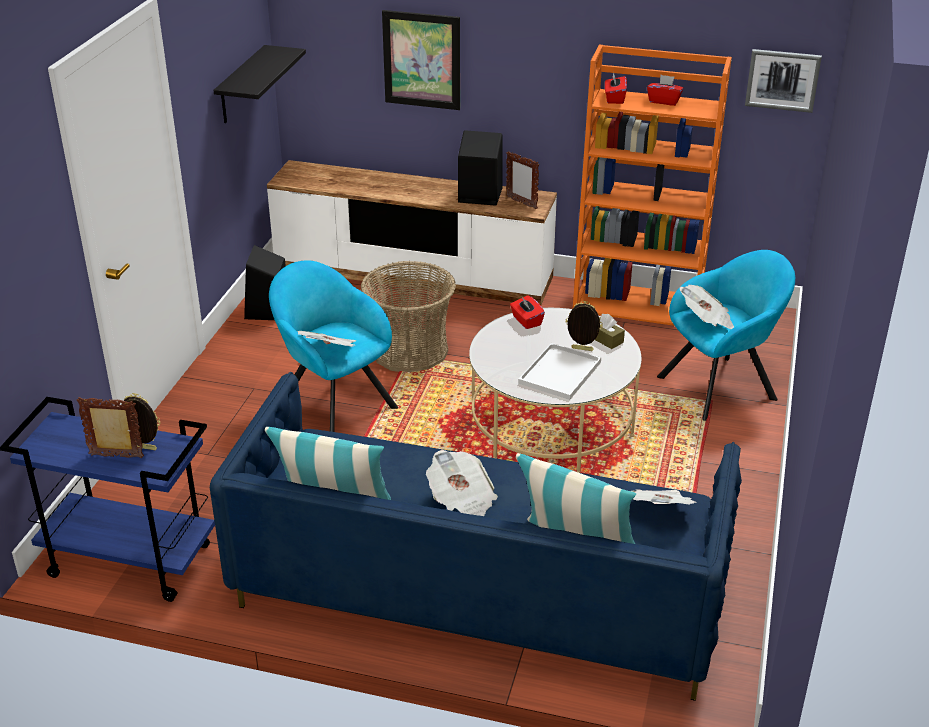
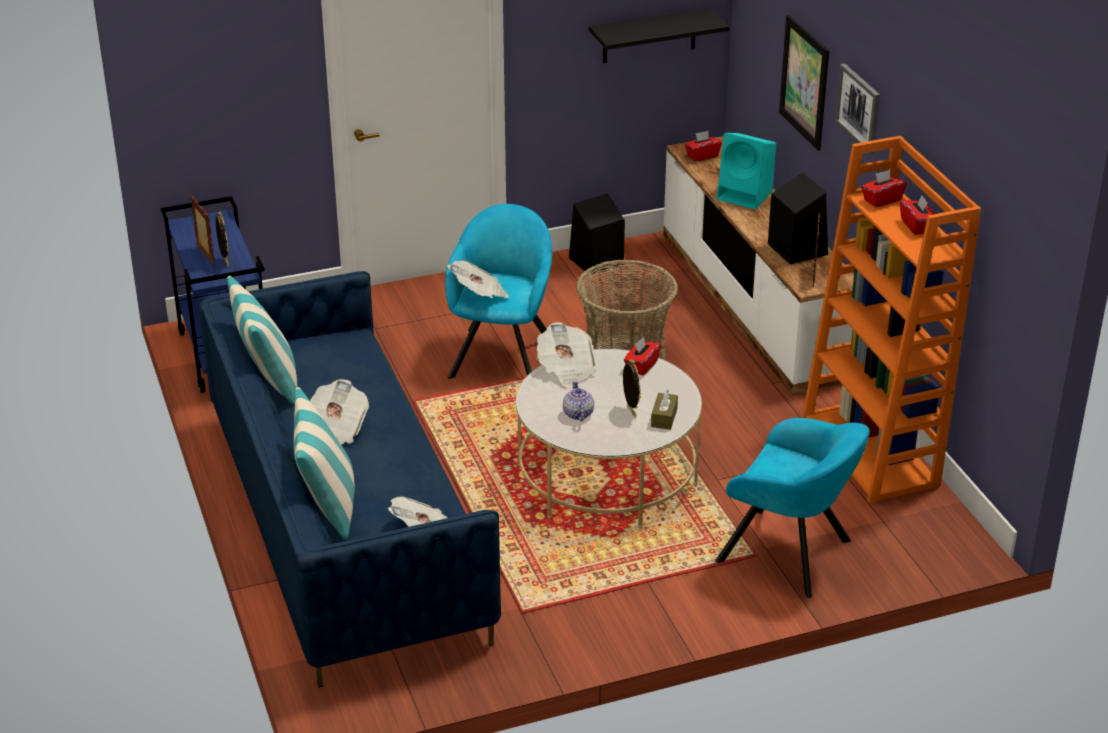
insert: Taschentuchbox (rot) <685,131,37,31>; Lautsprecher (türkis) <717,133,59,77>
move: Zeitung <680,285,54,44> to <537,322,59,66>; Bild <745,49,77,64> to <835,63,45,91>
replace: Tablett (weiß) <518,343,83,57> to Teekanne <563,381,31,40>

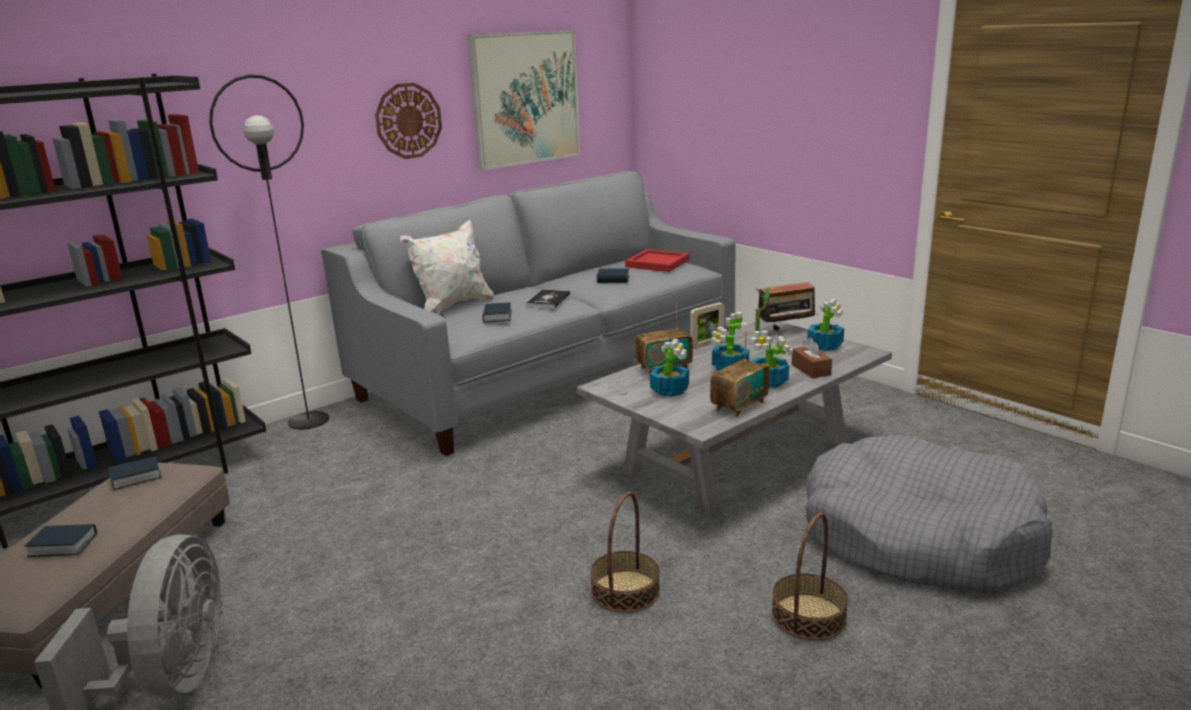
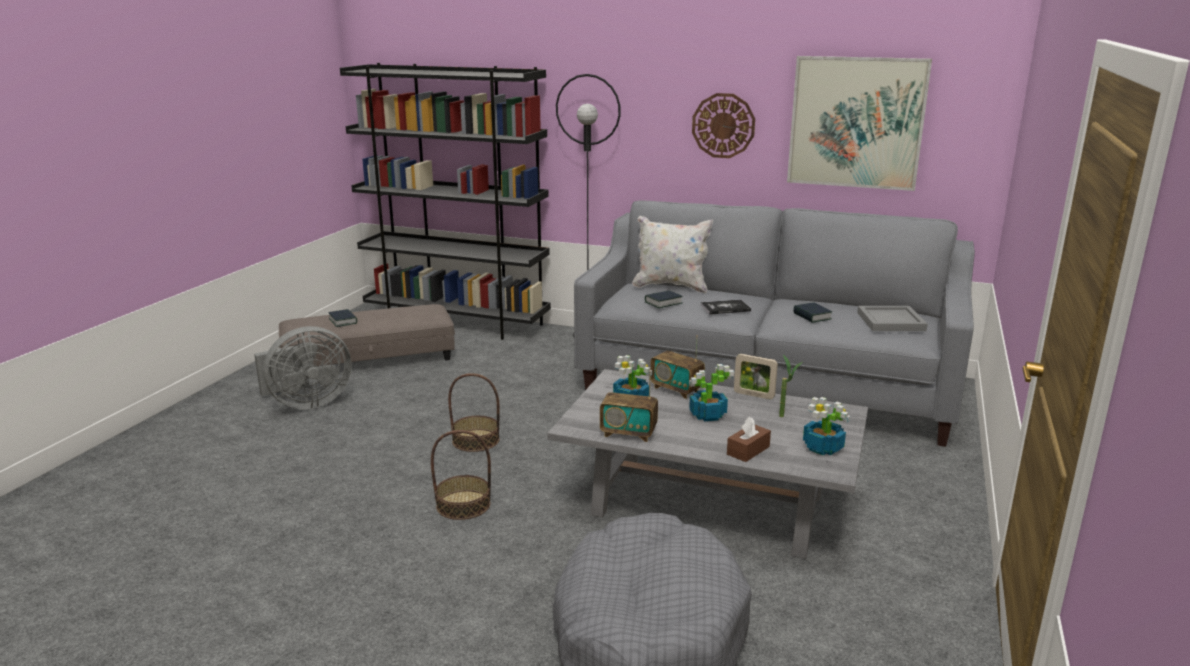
delete: Buch <108,456,54,34>; Topfpflanze <750,331,43,57>; Radio <758,282,60,48>
move: Korb <771,513,77,127> to <448,373,52,79>
recolor: Tablett (rot) <625,249,64,23> to Tablett (grau) <857,306,71,25>

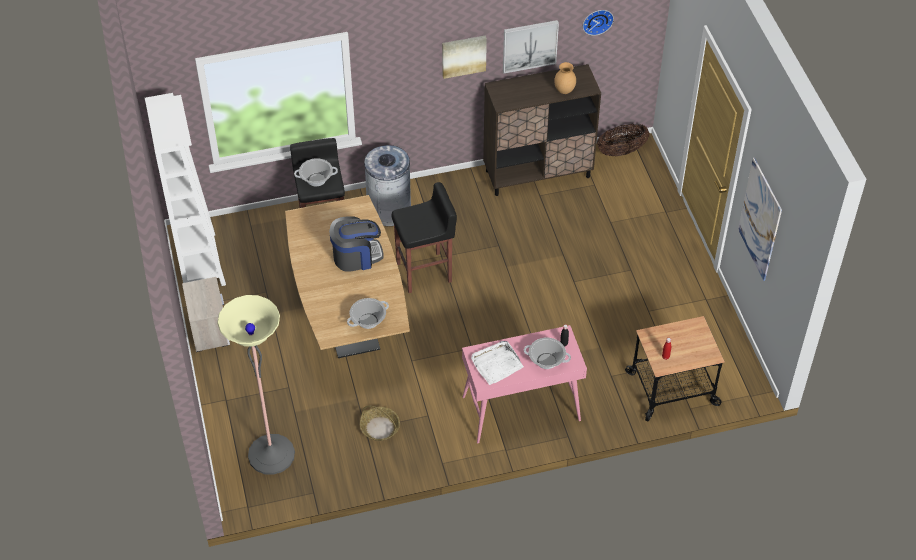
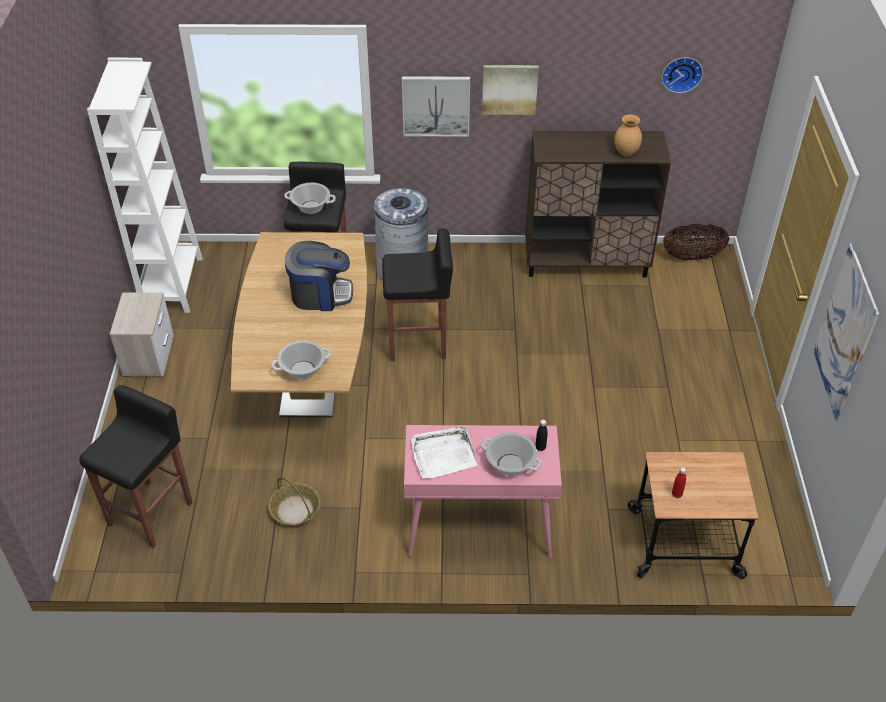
move: Bild <503,20,56,53> to <402,76,68,61>
replace: Stehlampe <217,295,78,180> to Hocker (schwarz) <79,385,114,163>

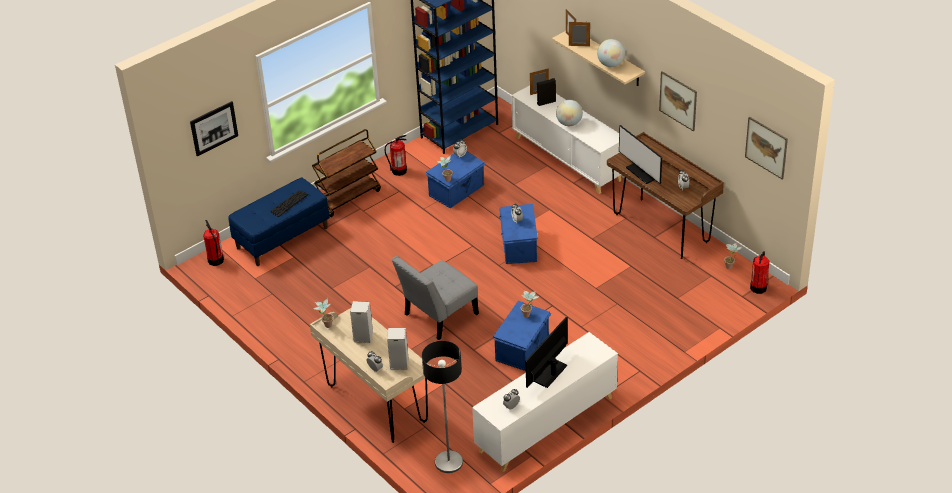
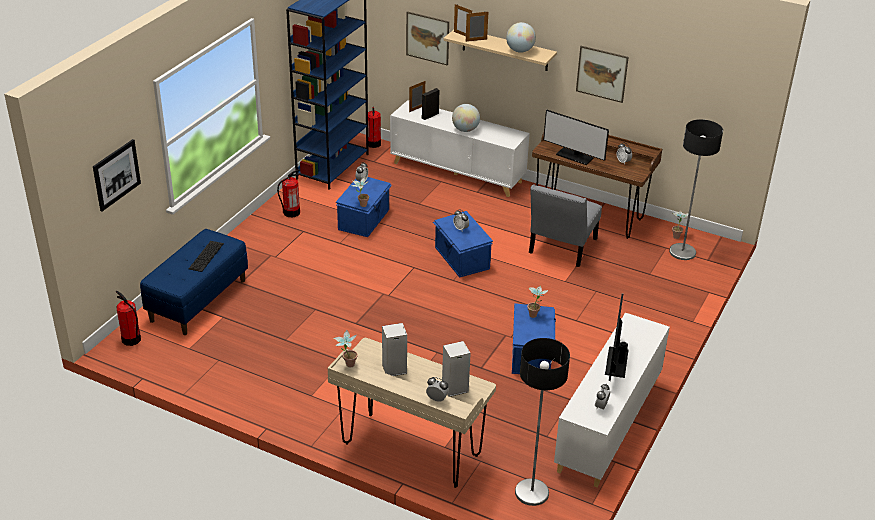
delete: Rollwagen (braun) <312,129,69,88>
insert: Stehlampe <669,119,54,141>
move: Stuhl (grau) <392,256,87,84> to <529,184,73,83>; Bild <745,117,43,63> to <406,11,43,55>; Feuerlöscher <750,251,20,43> to <368,107,13,41>

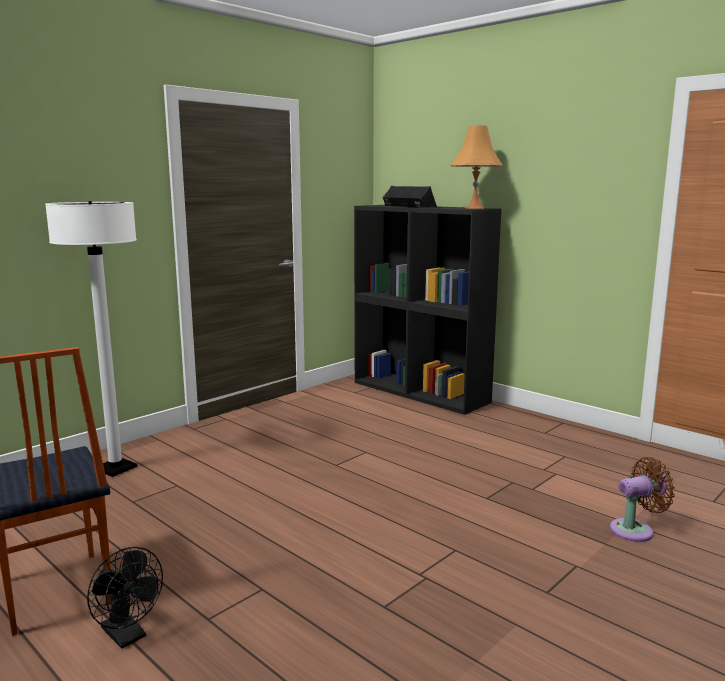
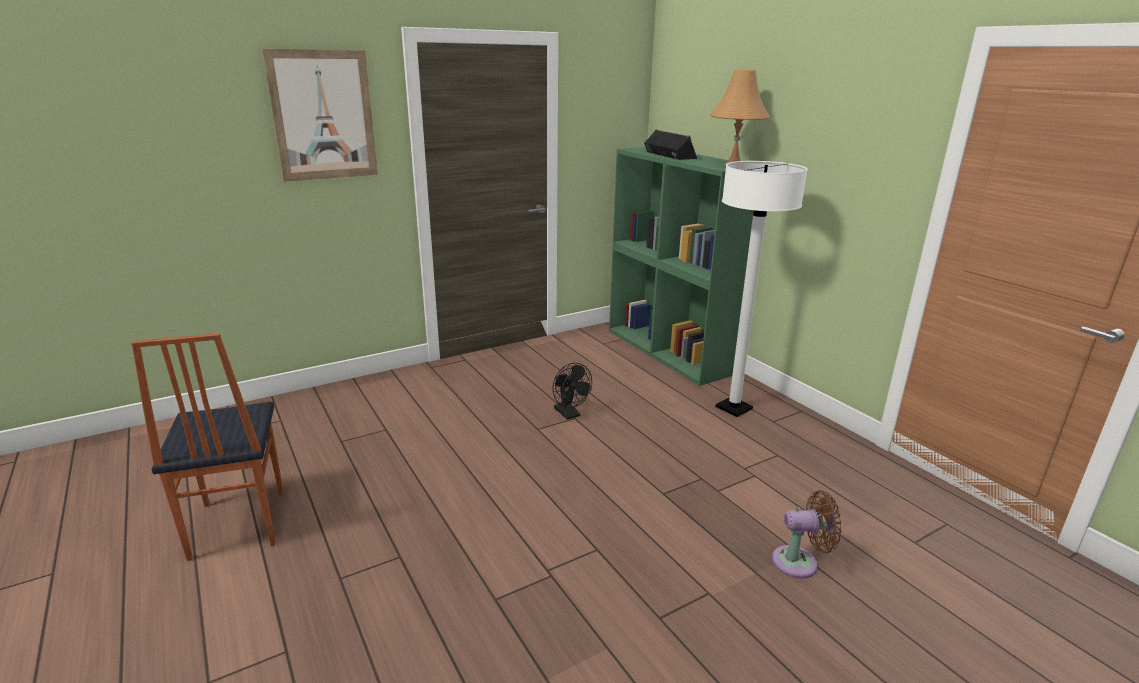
insert: Bild <262,49,116,133>
move: Stehlampe (weiß) <45,201,92,276> to <715,161,93,256>; Ventilator (schwarz) <87,547,76,101> to <553,363,39,57>
recolor: Bücherregal (schwarz) <354,205,147,210> to Bücherregal (grün) <609,147,145,239>

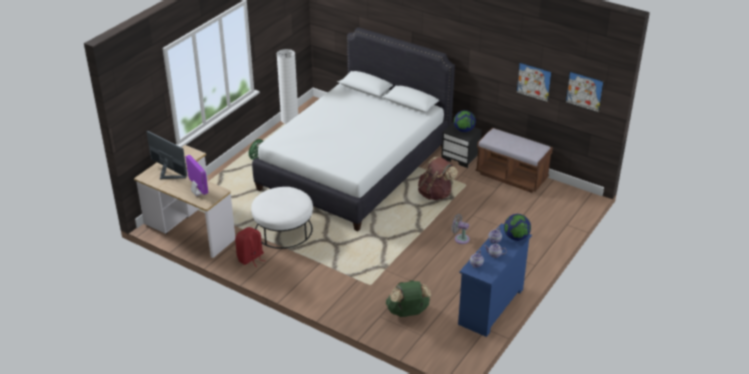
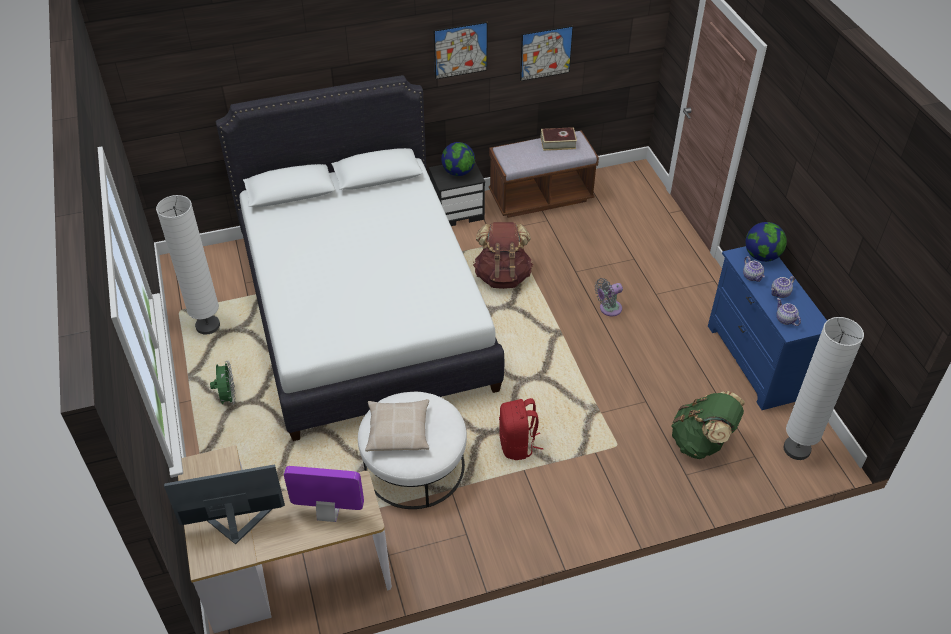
insert: Kissen (beige) <365,399,64,53>; Buch <541,127,36,24>; Stehlampe (weiß) <784,317,80,143>
move: Rucksack (rot) <235,227,29,40> to <499,398,44,62>; Bild <565,71,39,42> to <433,22,55,57>

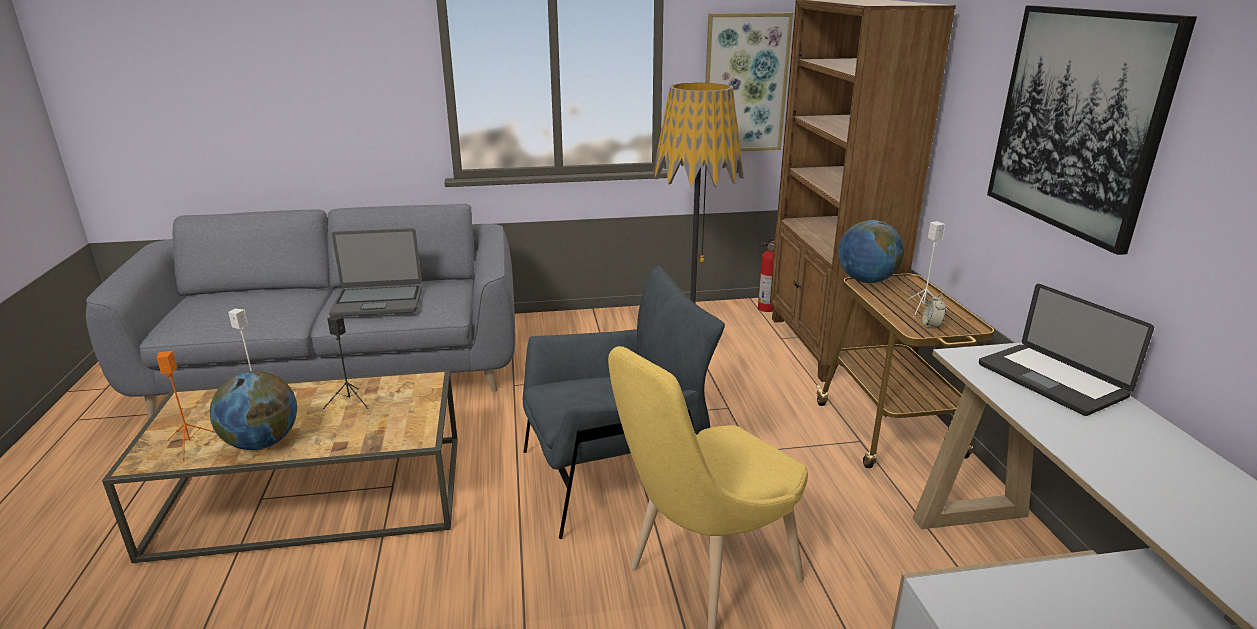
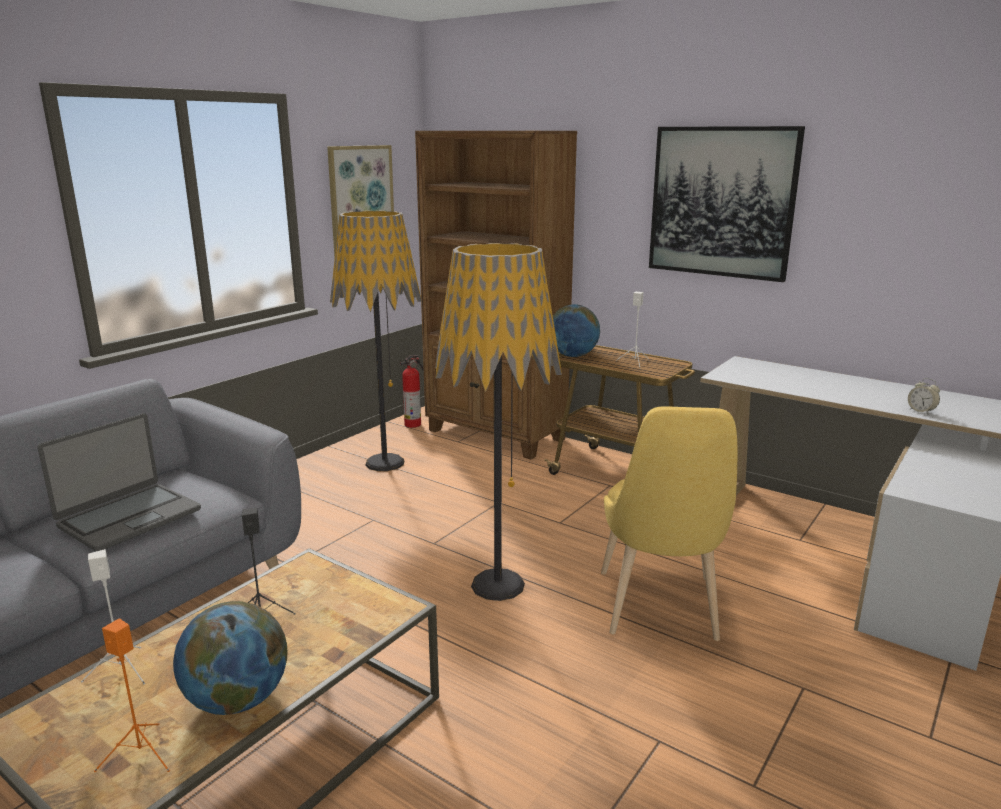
delete: Laptop <979,284,175,132>
move: Wecker <922,293,24,37> to <908,378,32,36>
replace: Sessel (grau) <523,265,202,274> to Stehlampe <435,243,127,358>

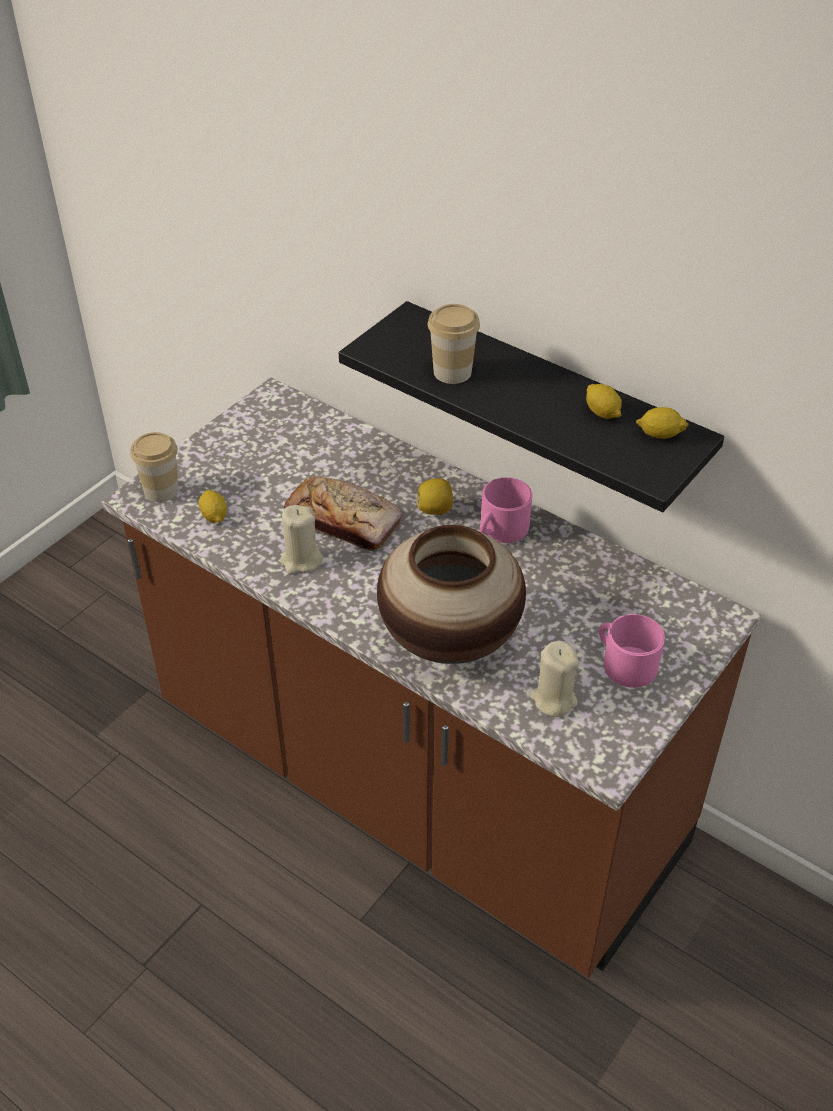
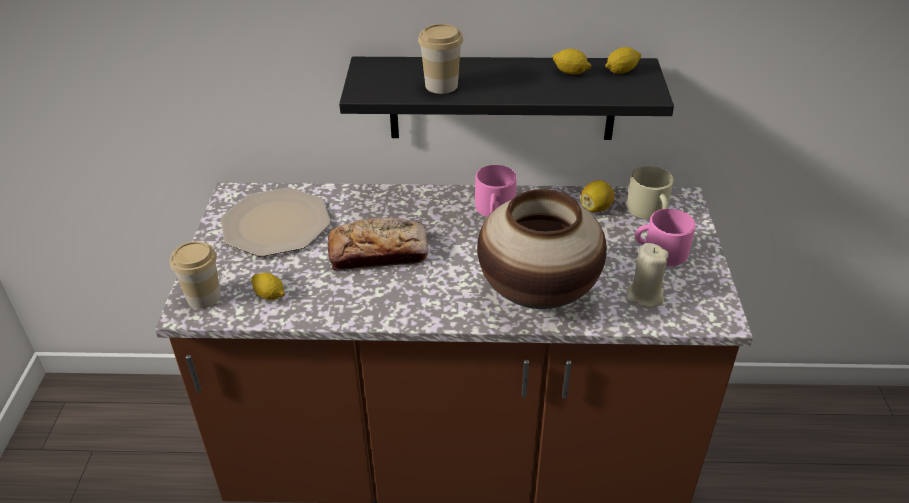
delete: Kerze (beige) <280,505,43,69>
insert: Teller <221,188,110,69>; Henkelbecher (beige) <627,166,46,53>
move: Zitrone <416,478,37,37> to <581,180,34,32>

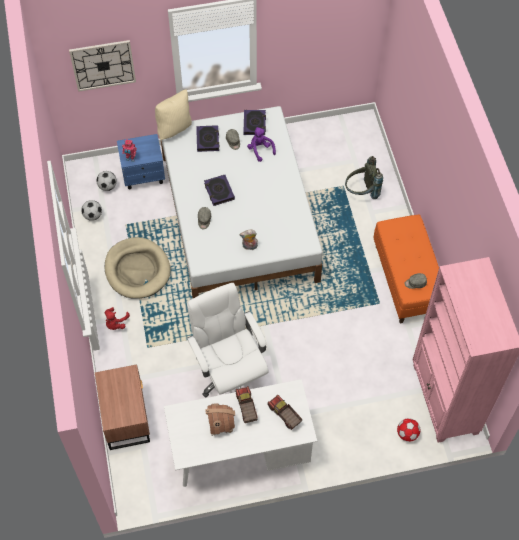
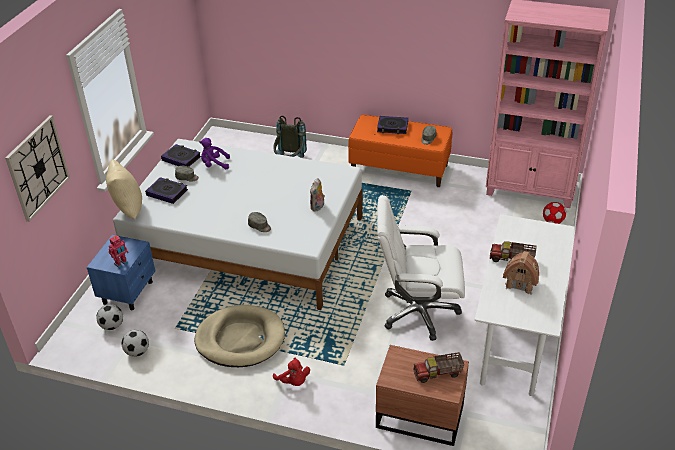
move: Buch <204,175,31,31> to <377,116,31,18>; Spielzeuglaster <267,395,36,35> to <413,352,52,31>

